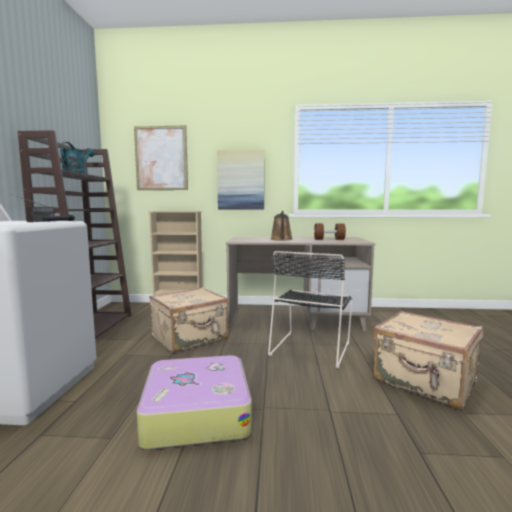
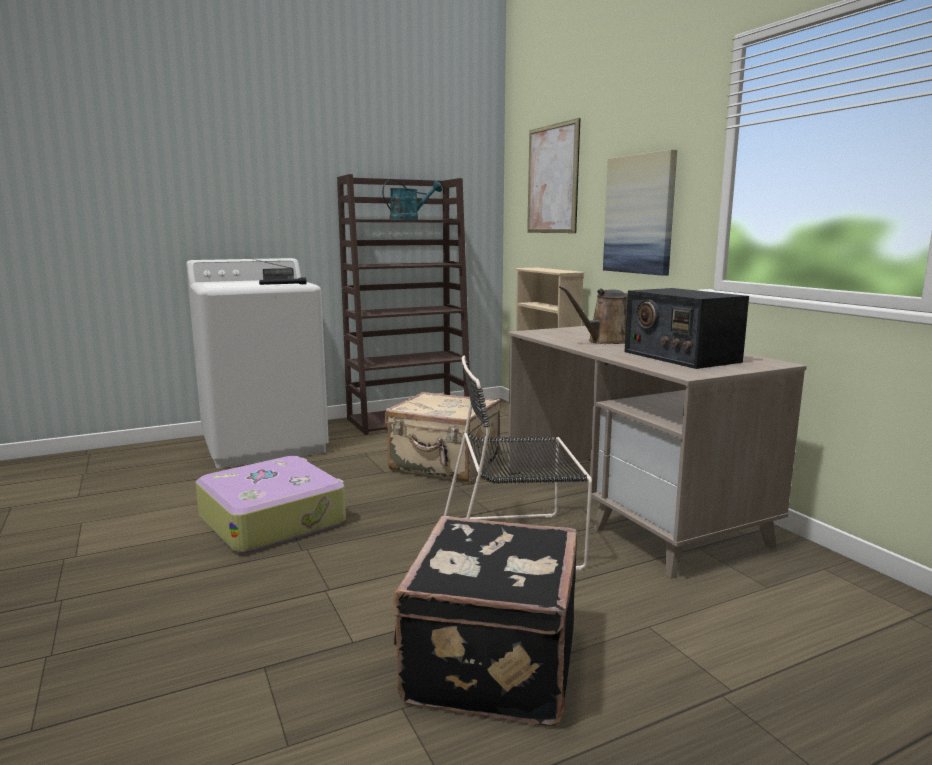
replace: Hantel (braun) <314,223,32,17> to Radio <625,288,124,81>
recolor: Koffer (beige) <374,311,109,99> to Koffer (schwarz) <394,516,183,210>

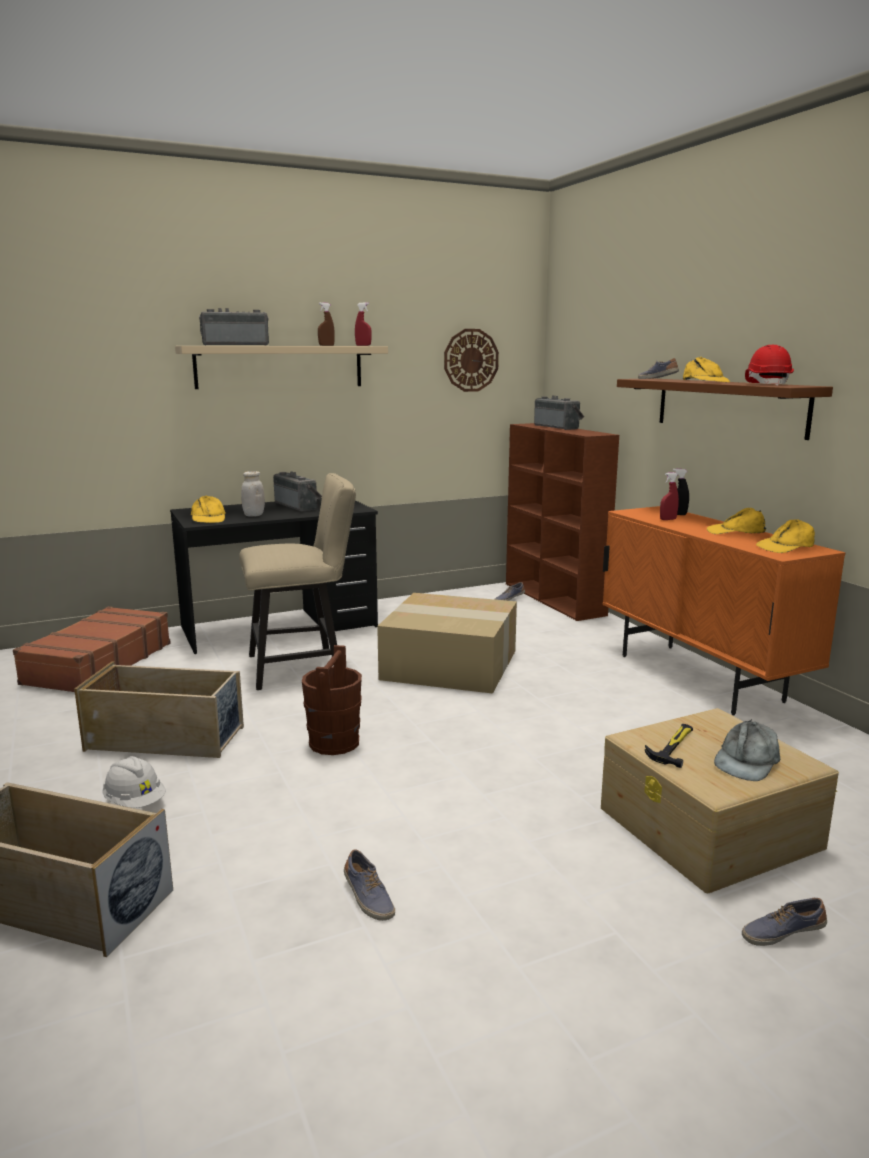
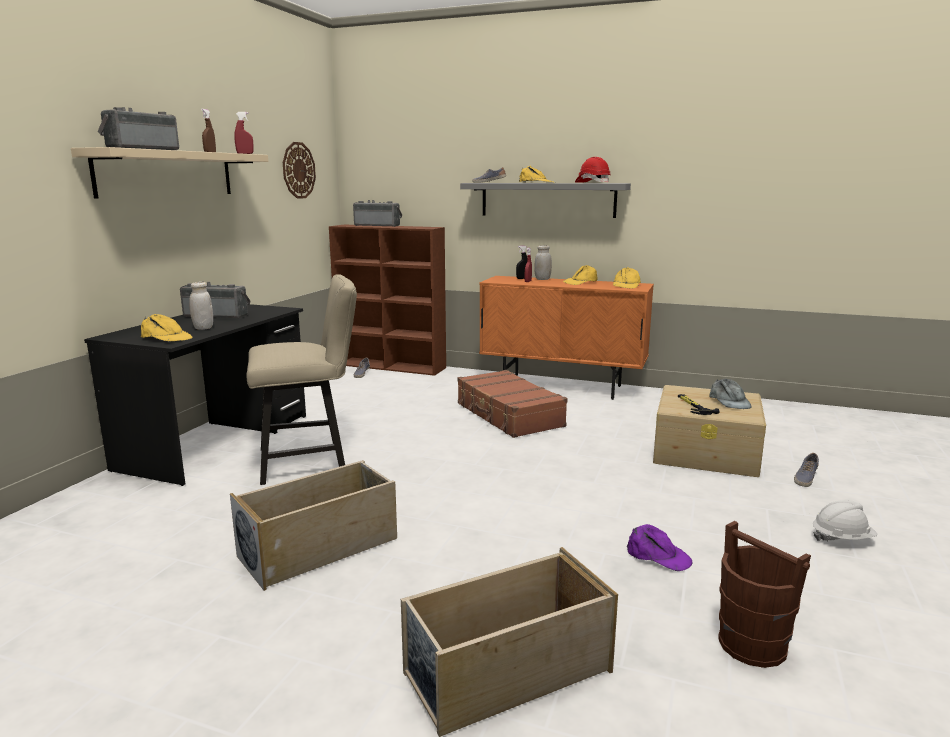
delete: Karton <377,593,140,101>
insert: Vorratsglas (weiß) <534,245,18,35>
move: Koffer (braun) <13,606,158,86> to <457,370,111,68>; Schutzhelm (weiß) <102,756,64,52> to <813,500,65,41>; Eimer (braun) <302,645,60,110> to <718,521,93,147>
replace: Schuh <344,849,51,72> to Kappe (lila) <627,524,65,47>
recolor: Wandregal (braun) <617,378,216,62> to Wandregal (grau) <460,183,171,35>
rotate: Stuhl (beige) <239,473,117,217> = <246,274,111,211> 45 degrees clockwise

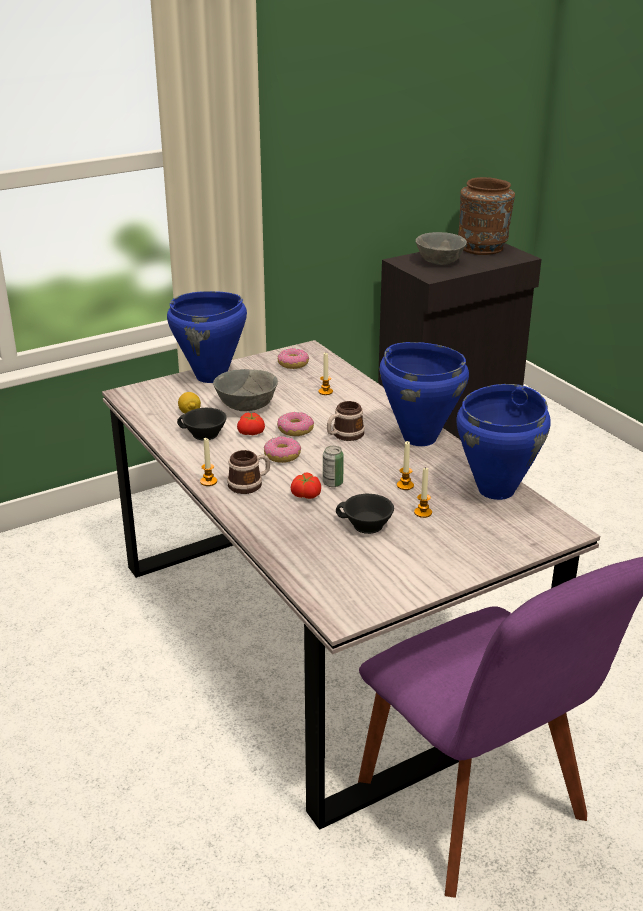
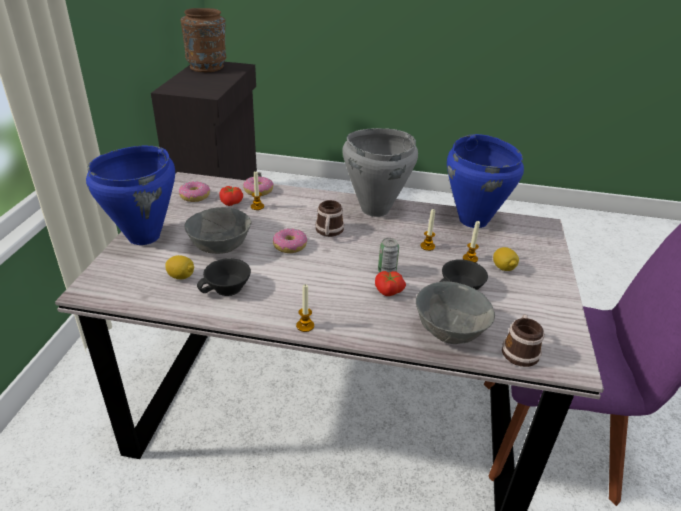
insert: Zitrone <493,247,26,24>
move: Henkelbecher <227,450,43,44> to <502,315,42,52>; Tomate <237,412,28,23> to <219,186,24,20>; Donut <264,436,37,27> to <243,176,31,20>; Schüssel (grau) <415,232,52,33> to <416,282,79,62>
recolor: Kochtopf (blau) <379,342,90,104> to Kochtopf (grau) <343,128,75,89>

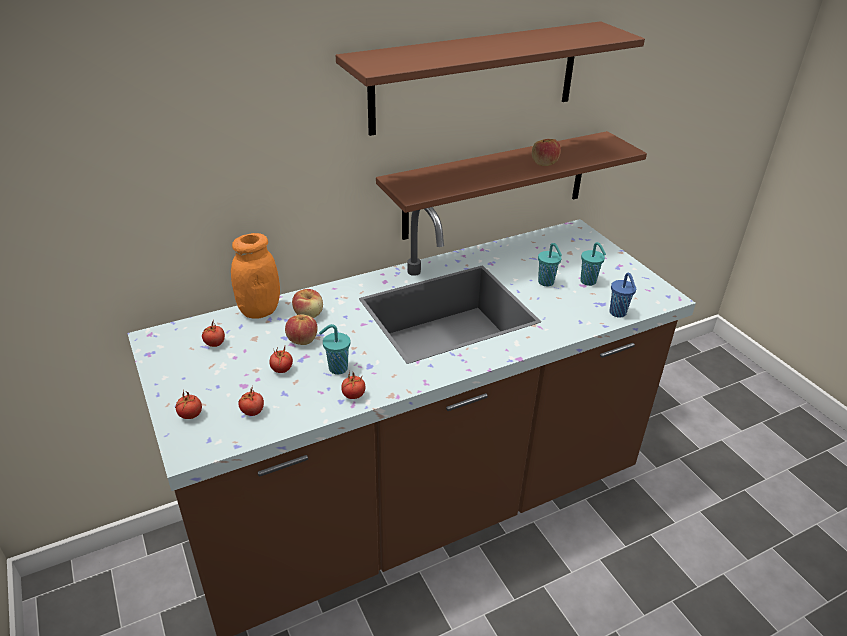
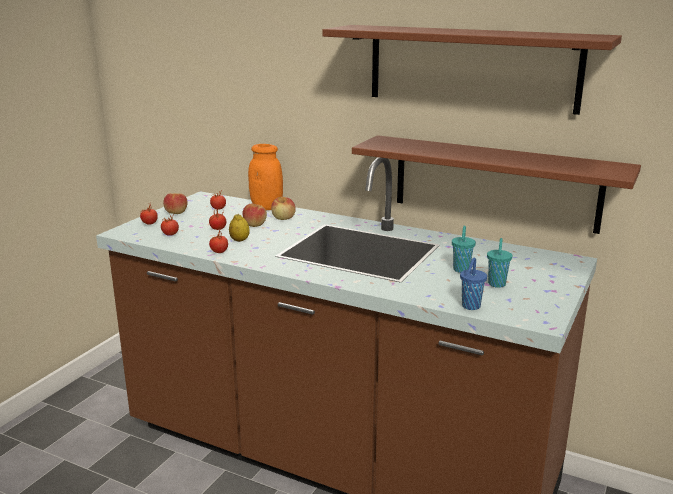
move: Apfel <532,139,29,27> to <163,193,24,21>
replace: Tasse (türkis) <319,324,31,51> to Zitrone <229,214,21,28>

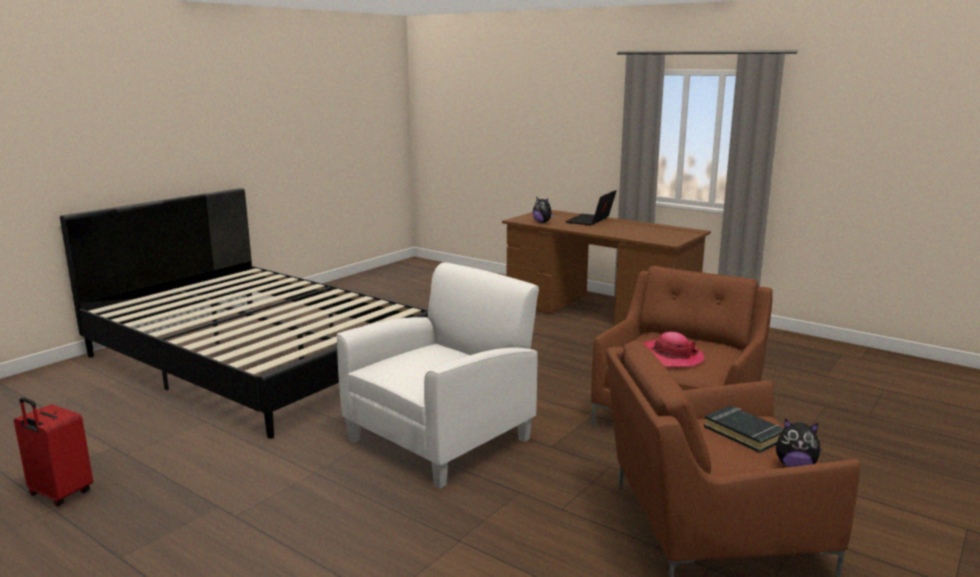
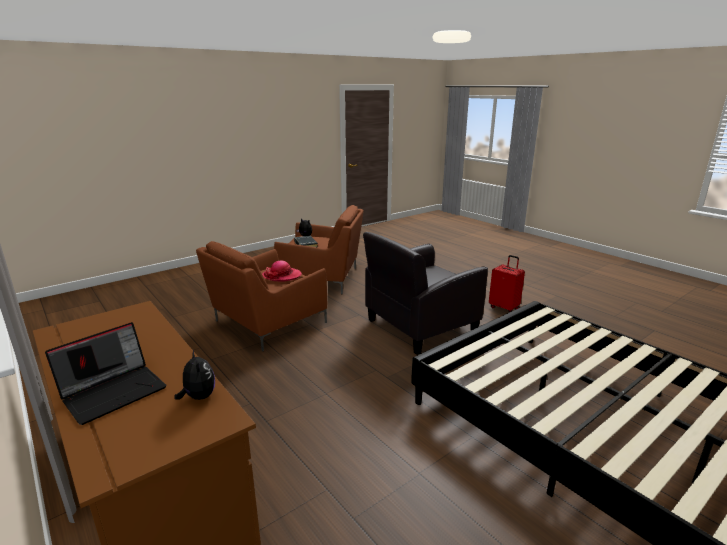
move: Koffer (rot) <14,397,79,110> to <489,255,36,58>
recolor: Sessel (weiß) <337,262,202,227> to Sessel (schwarz) <363,232,125,123>

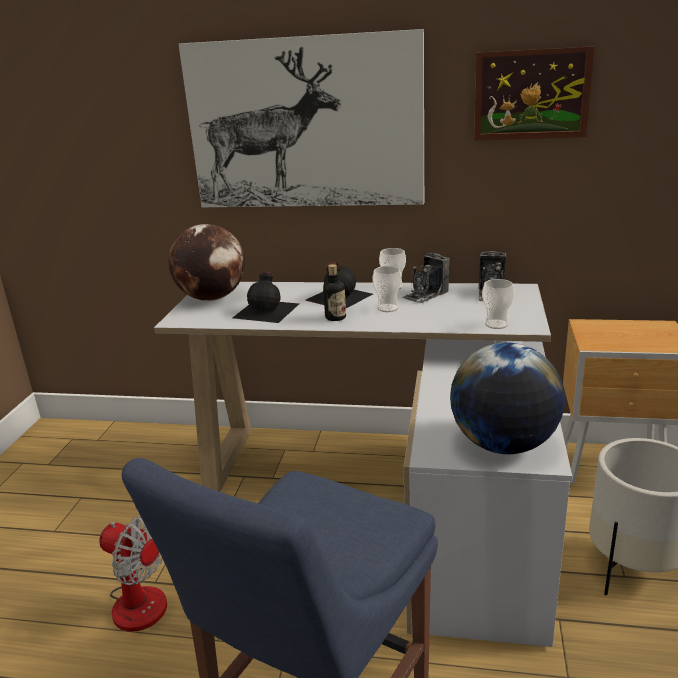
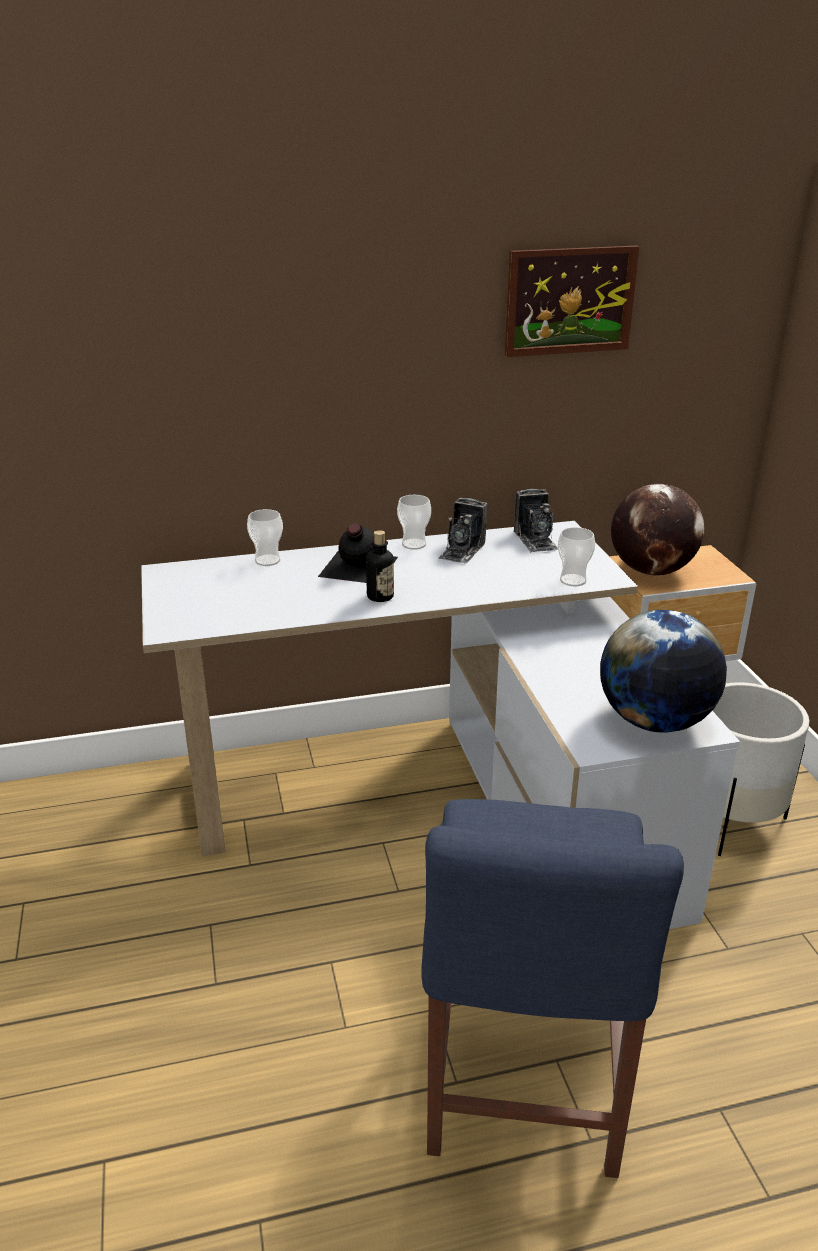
delete: Ventilator <99,506,68,126>; Bild <178,29,246,178>; Flasche (schwarz) <233,271,66,52>
move: Globus <169,224,76,77> to <611,484,93,92>; Tasse <372,266,30,46> to <247,509,36,57>

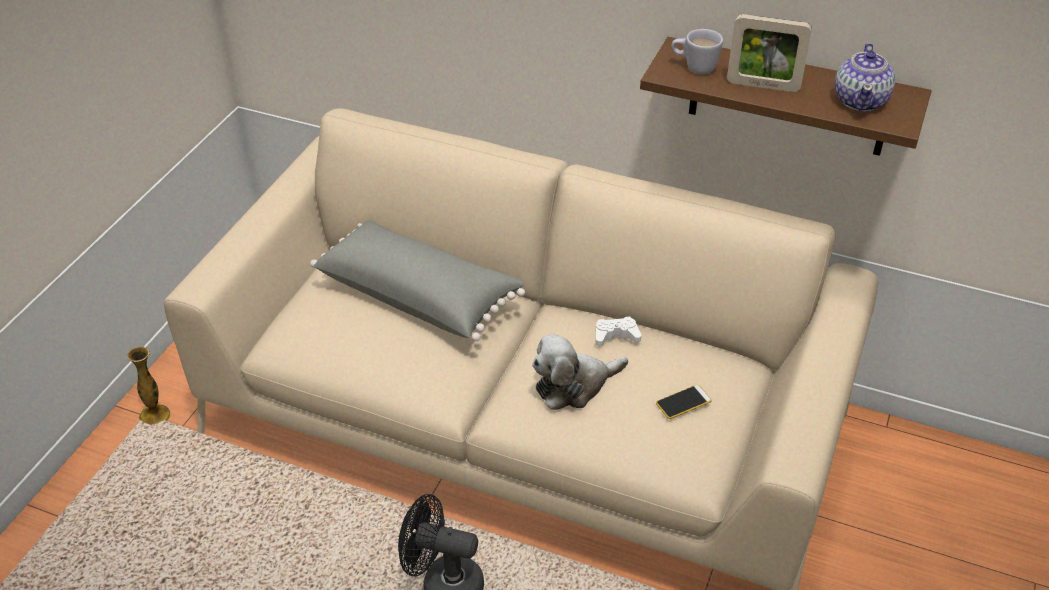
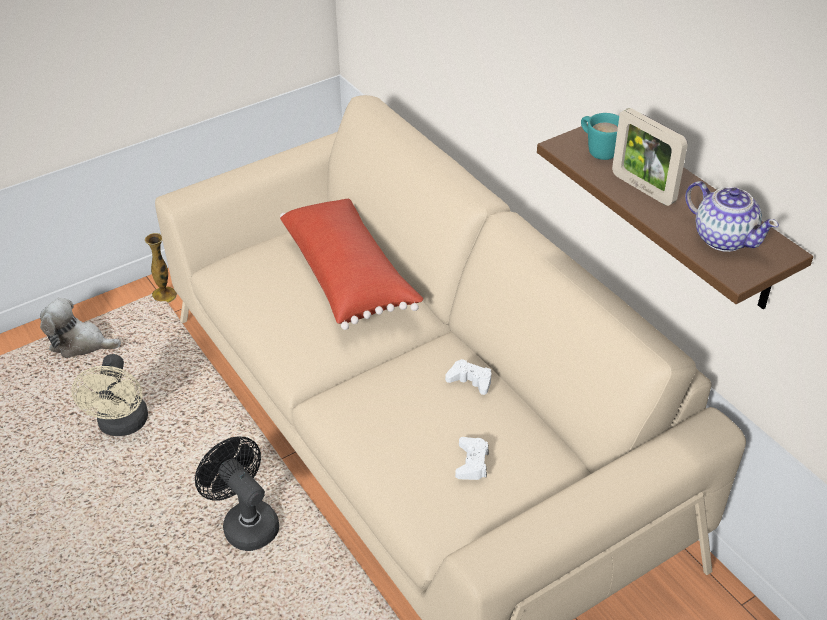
insert: Ventilator (beige) <71,354,77,82>
move: Plüschtier <532,334,96,76> to <40,298,81,60>
replace: Handy <656,385,56,34> to Gamepad (weiß) <455,437,34,43>
recolor: Kissen (grau) <310,220,215,121> to Kissen (rot) <280,199,143,131>; Henkelbecher (weiß) <672,29,51,45> to Henkelbecher (türkis) <581,113,38,47>
rotate: Teekanne <835,43,60,68> = <685,181,94,71> 90 degrees counterclockwise

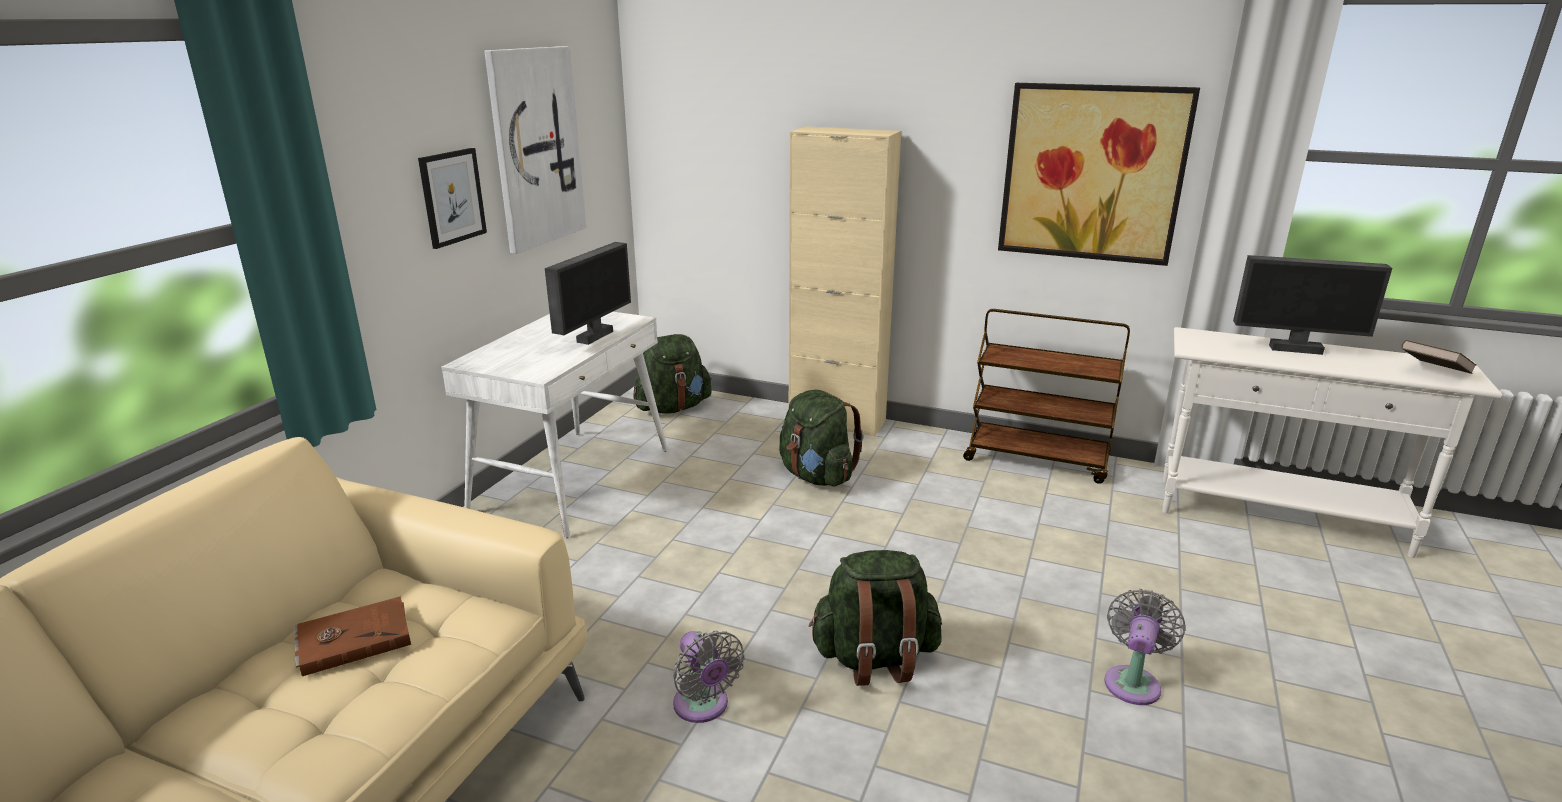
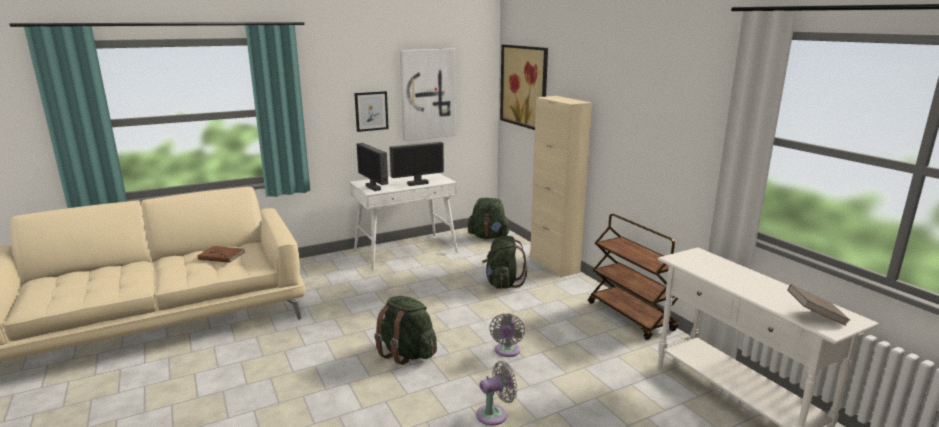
move: Ventilator (grau) <673,631,72,92> to <490,313,35,44>; Bild <998,83,202,183> to <500,45,48,85>; Monitor <1233,255,159,100> to <356,143,32,48>

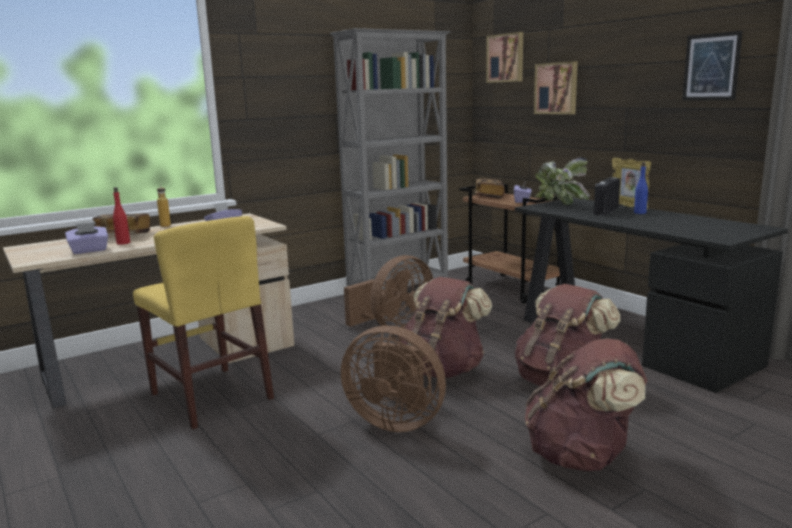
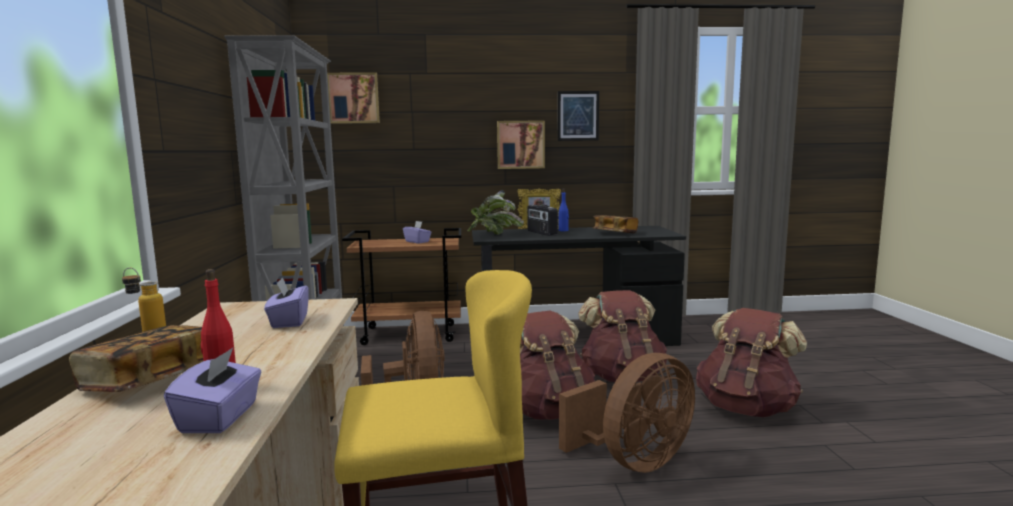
move: Buch <475,178,30,21> to <593,215,45,18>; Bild <534,61,44,53> to <497,120,48,49>

